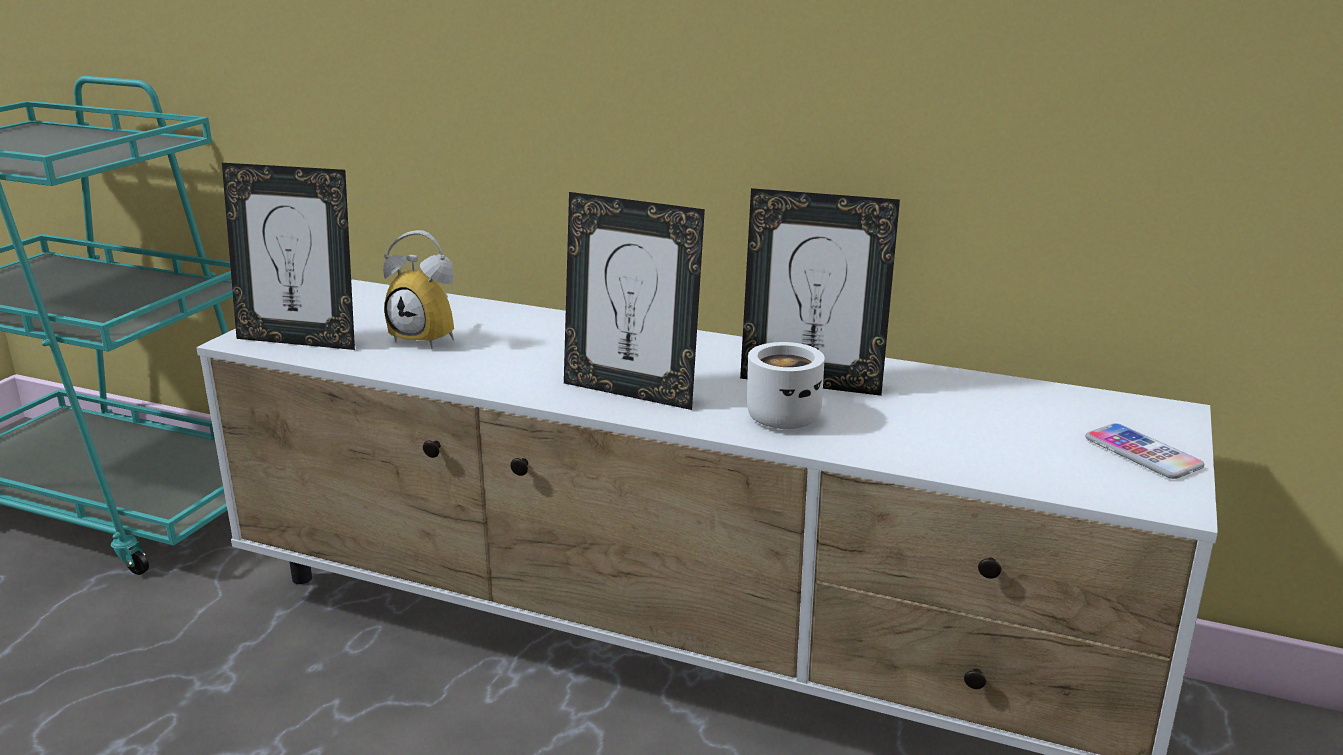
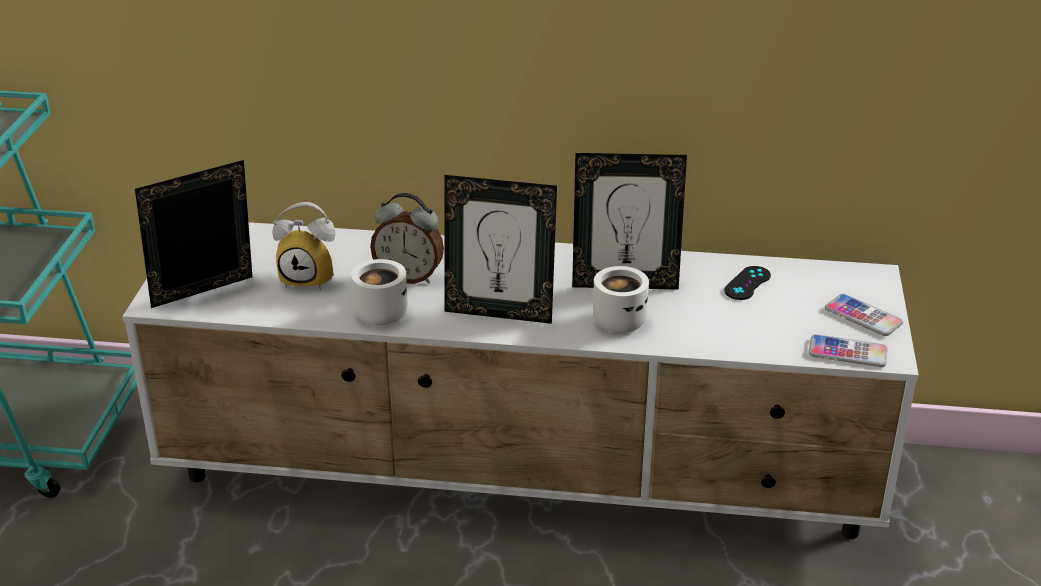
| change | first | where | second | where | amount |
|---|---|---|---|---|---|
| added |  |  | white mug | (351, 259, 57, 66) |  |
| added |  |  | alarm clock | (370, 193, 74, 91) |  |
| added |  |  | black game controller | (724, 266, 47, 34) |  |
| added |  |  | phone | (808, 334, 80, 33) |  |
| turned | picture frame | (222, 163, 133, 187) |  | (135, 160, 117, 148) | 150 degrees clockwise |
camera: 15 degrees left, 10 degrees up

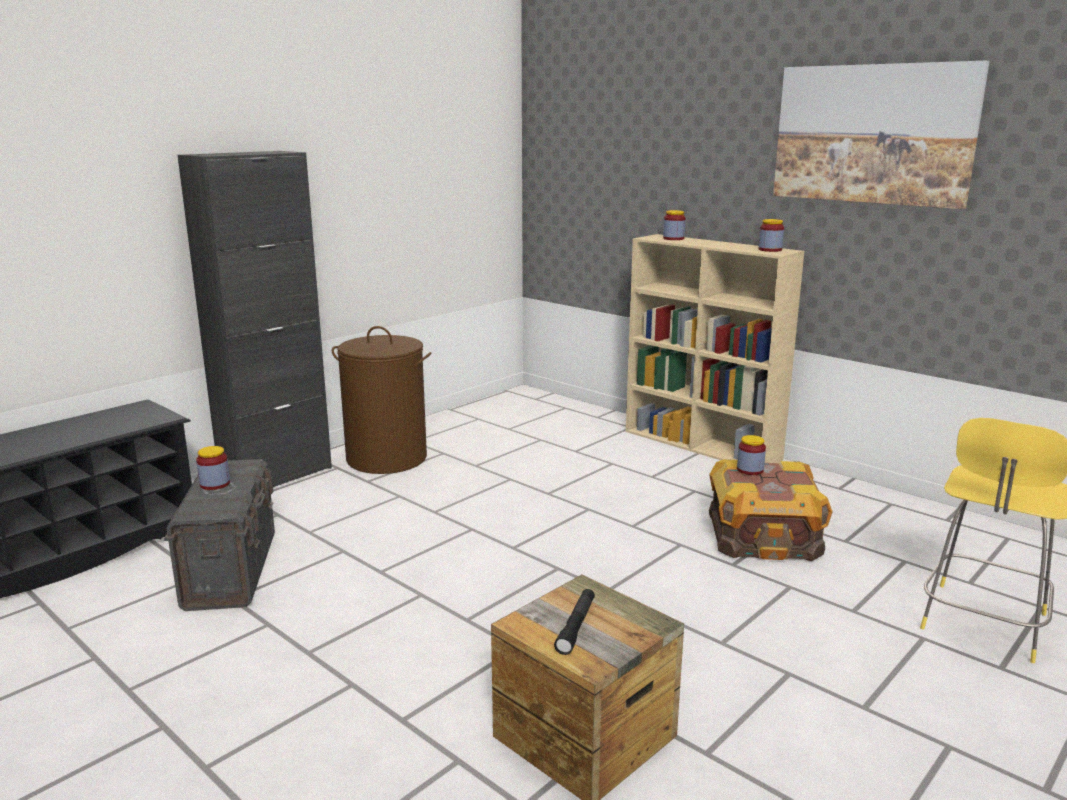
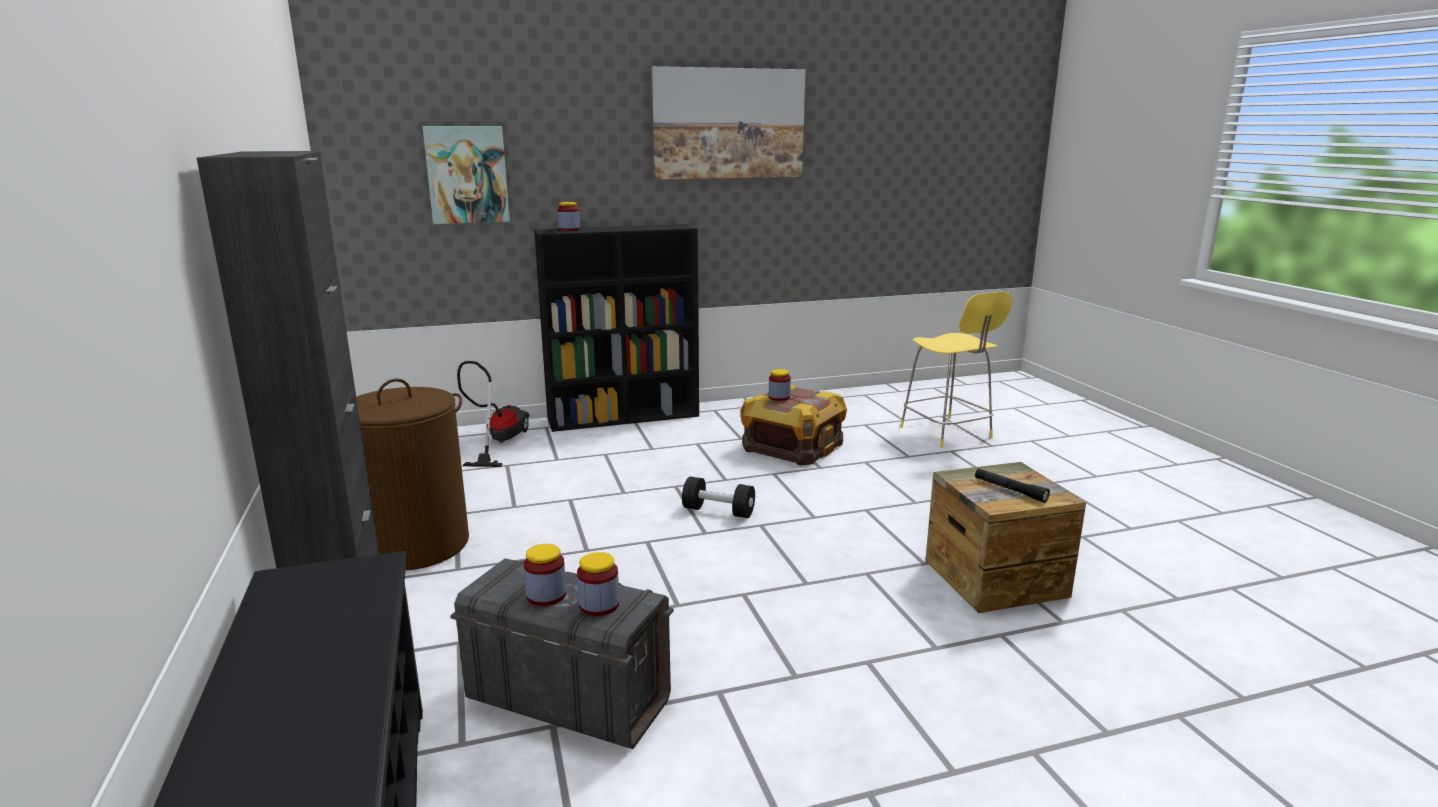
| change | first | where | second | where | amount |
|---|---|---|---|---|---|
| added |  |  | picture | (423, 126, 87, 98) |  |
| added |  |  | vacuum cleaner | (457, 361, 73, 106) |  |
| added |  |  | black dumbbell | (682, 477, 73, 41) |  |
| moved | jar | (758, 219, 26, 33) |  | (577, 552, 42, 64) |  |
| recoloured | beige bookcase | (626, 234, 178, 229) | black bookcase | (534, 224, 165, 208) |  |
camera: 60 degrees left, 0 degrees up

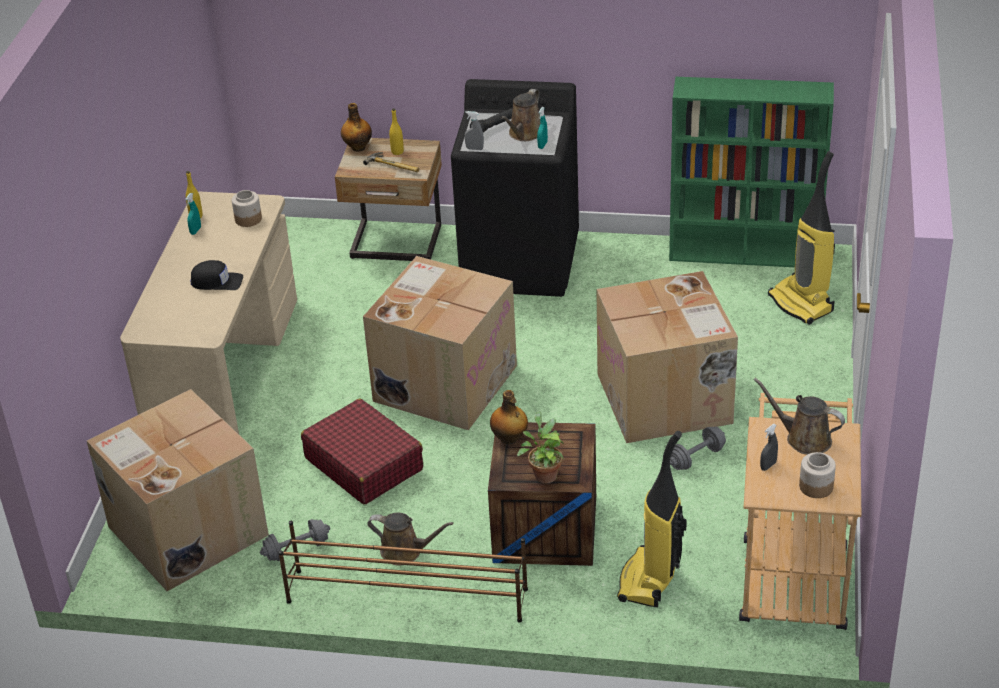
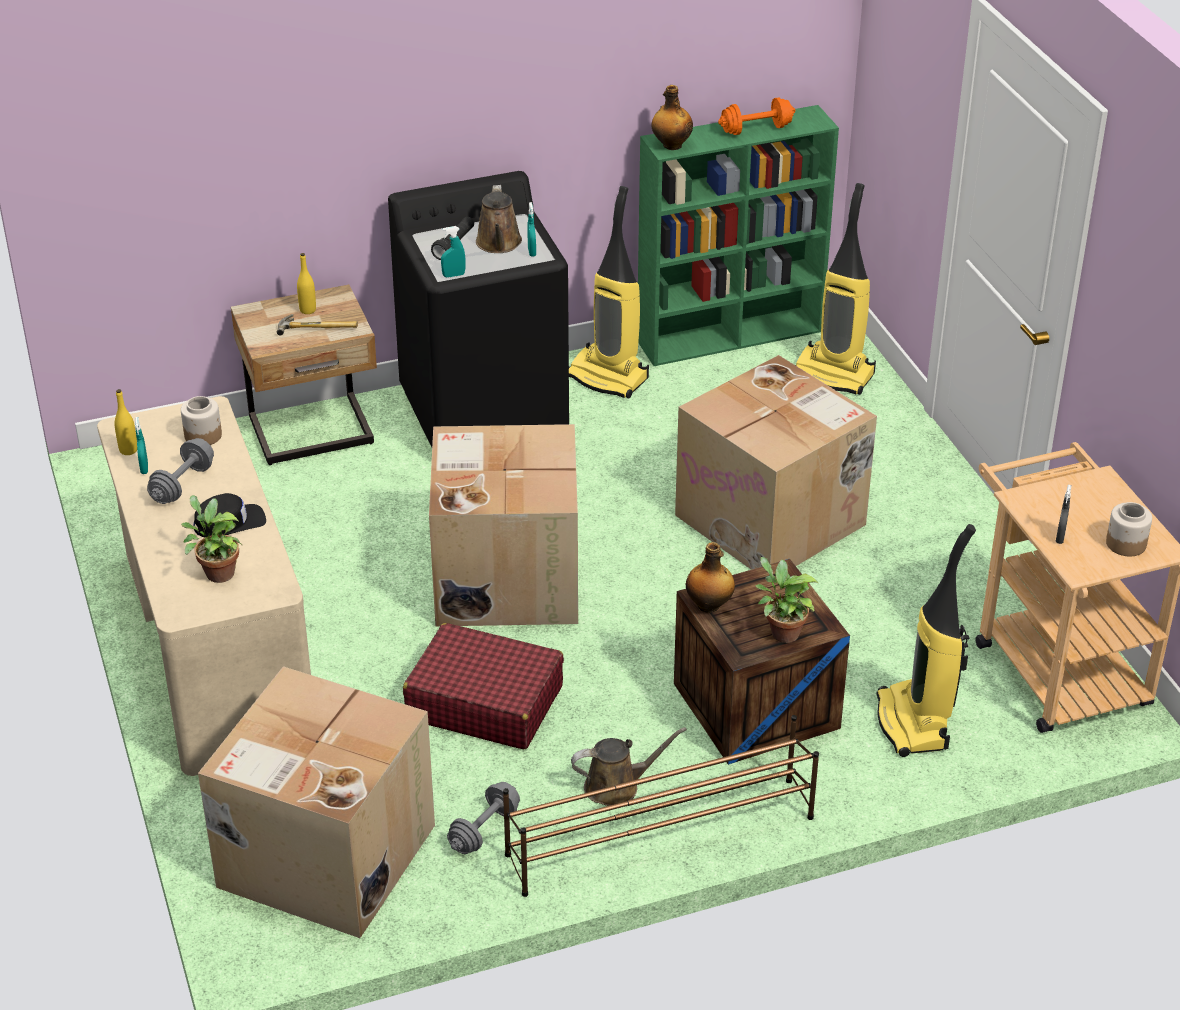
| change | first | where | second | where | amount |
|---|---|---|---|---|---|
| removed | brown watering can | (754, 378, 91, 77) |  |  |  |
| added |  |  | potted plant | (181, 495, 61, 88) |  |
| added |  |  | vacuum cleaner | (569, 186, 80, 213) |  |
| added |  |  | orange dumbbell | (718, 98, 77, 37) |  |
| moved | bottle | (341, 103, 31, 49) |  | (652, 85, 41, 65) |  |
| moved | grey dumbbell | (670, 427, 56, 43) |  | (147, 438, 67, 66) |  |
| recoloured | grey spray bottle | (465, 111, 19, 39) | turquoise spray bottle | (441, 226, 25, 51) |  |
camera: 30 degrees left, 0 degrees up

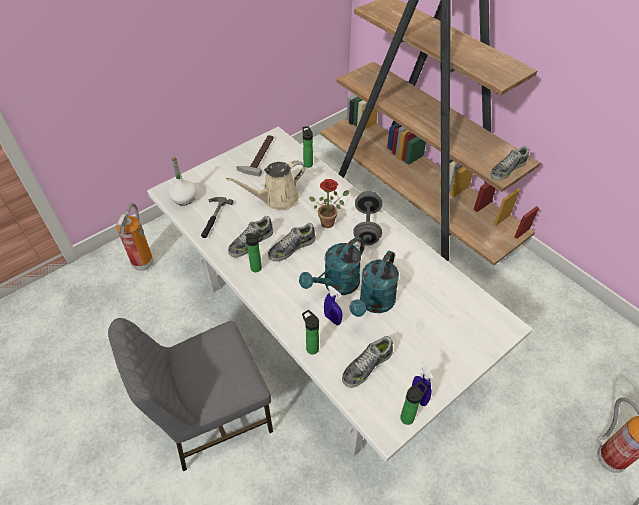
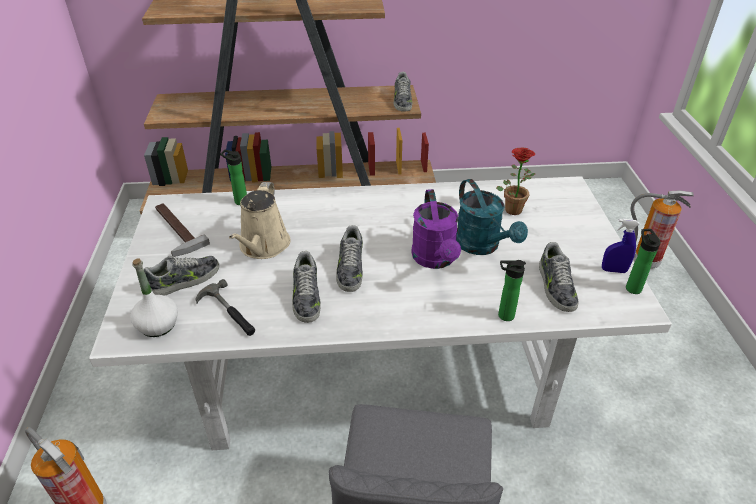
| change | first | where | second | where | amount |
|---|---|---|---|---|---|
| removed | bottle | (245, 233, 18, 39) |  |  |  |
| removed | blue spray bottle | (324, 286, 18, 39) |  |  |  |
| removed | grey dumbbell | (353, 191, 29, 54) |  |  |  |
| added |  |  | shoe | (144, 256, 75, 40) |  |
| moved | potted plant | (309, 179, 40, 49) |  | (496, 148, 39, 67) |  |
| recoloured | turquoise watering can | (299, 237, 66, 58) | purple watering can | (411, 189, 50, 80) |  |
camera: 55 degrees left, 10 degrees down

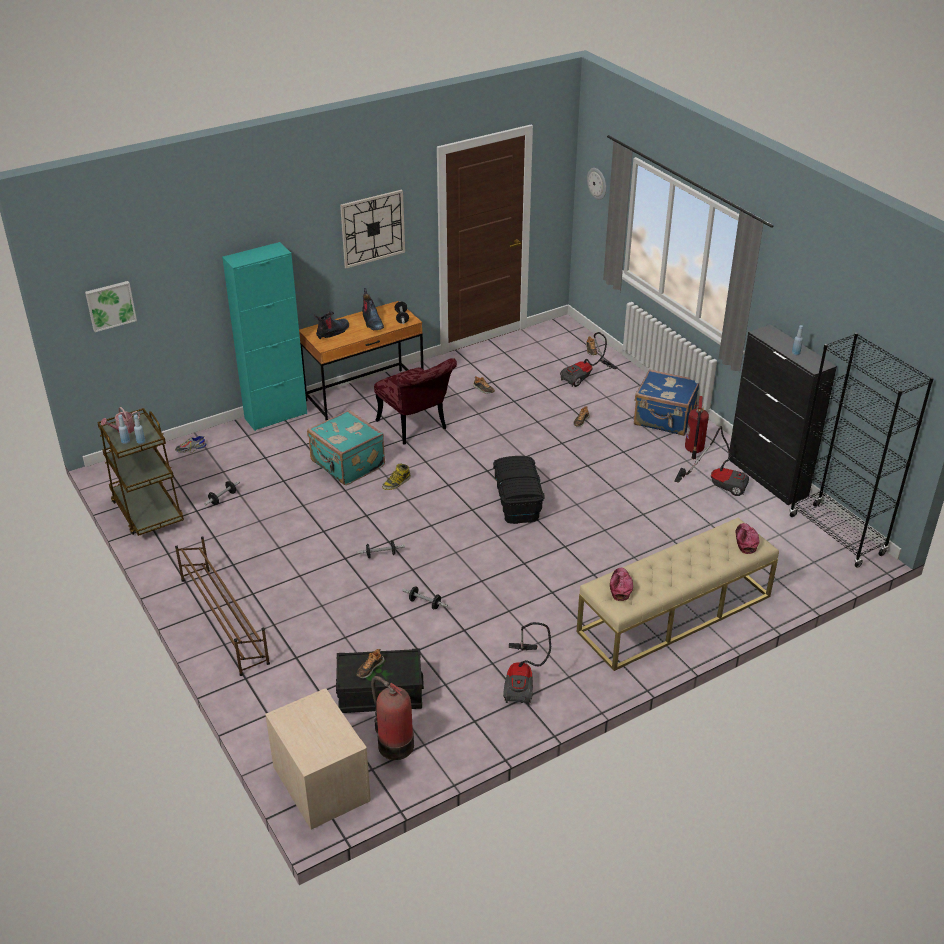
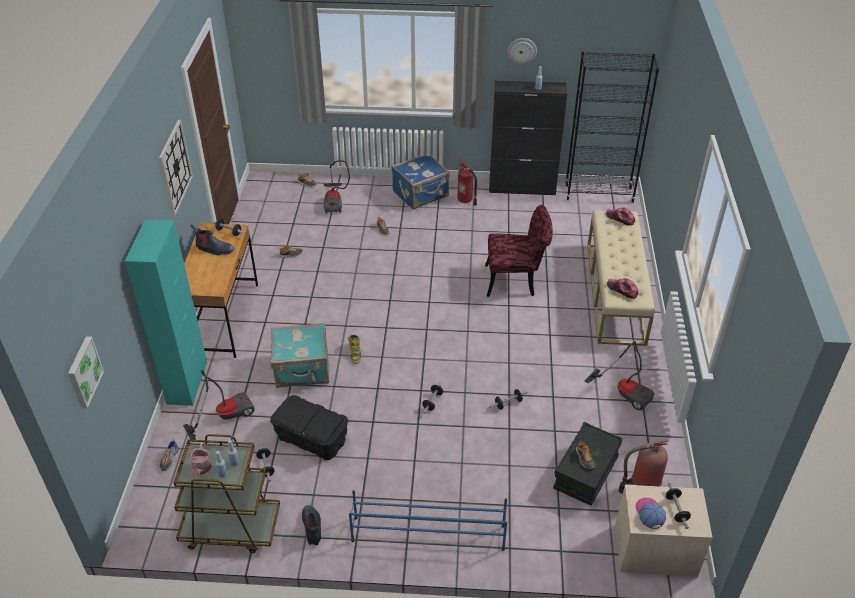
| change | first | where | second | where | amount |
|---|---|---|---|---|---|
| added |  |  | cap | (636, 498, 30, 31) |  |
| added |  |  | dumbbell | (666, 483, 25, 46) |  |
| moved | boot | (314, 311, 35, 28) |  | (302, 505, 19, 40) |  |
| moved | red chair | (374, 358, 83, 87) |  | (485, 205, 68, 92) |  |
| moved | black storage box | (493, 456, 52, 68) |  | (270, 395, 78, 65) |  |
| moved | wall clock | (587, 168, 19, 32) |  | (508, 38, 29, 27) |  |
| moved | vacuum cleaner | (674, 426, 75, 70) |  | (183, 370, 72, 70) |  |
| recoloured | brown shoe rack | (175, 536, 95, 140) | blue shoe rack | (349, 490, 158, 61) |  |
camera: 55 degrees left, 5 degrees up

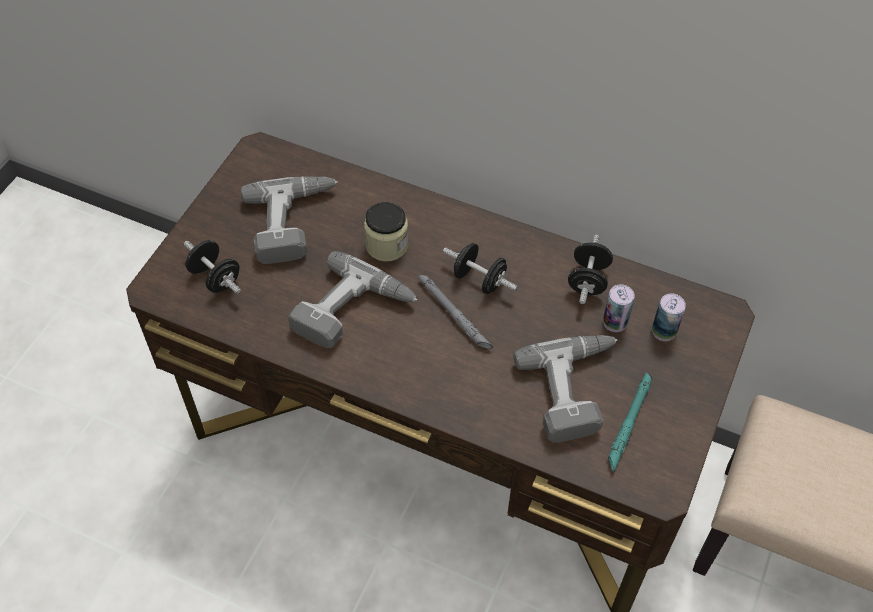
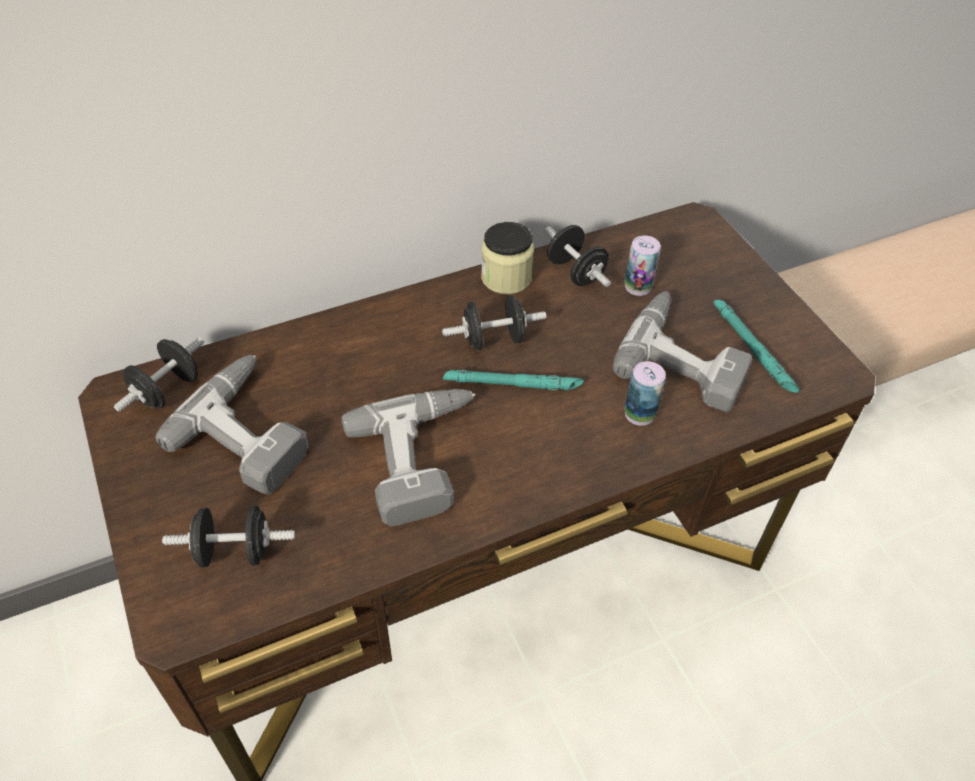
| change | first | where | second | where | amount |
|---|---|---|---|---|---|
| added |  |  | black dumbbell | (114, 337, 90, 75) |  |
| moved | jar | (364, 202, 44, 60) |  | (481, 222, 53, 72) |  |
| moved | can | (652, 293, 34, 48) |  | (625, 361, 41, 65) |  |
| recoloured | grey flashlight | (418, 274, 75, 75) | turquoise flashlight | (443, 369, 141, 21) |  |
camera: 50 degrees left, 5 degrees down

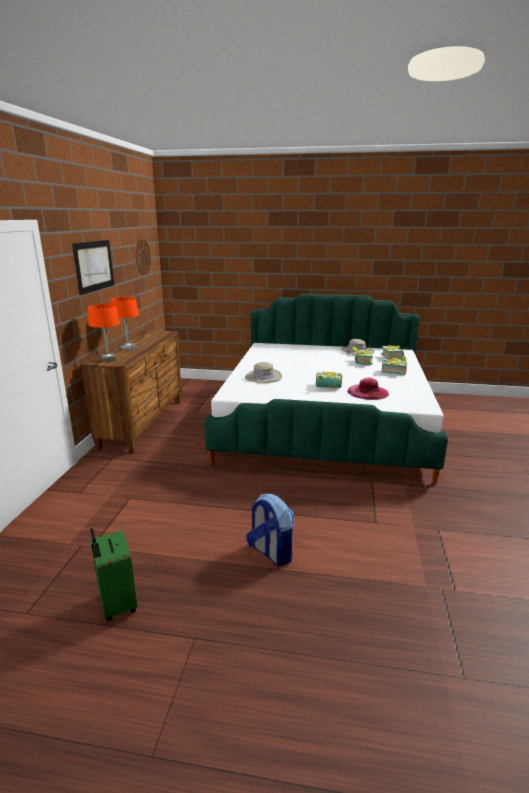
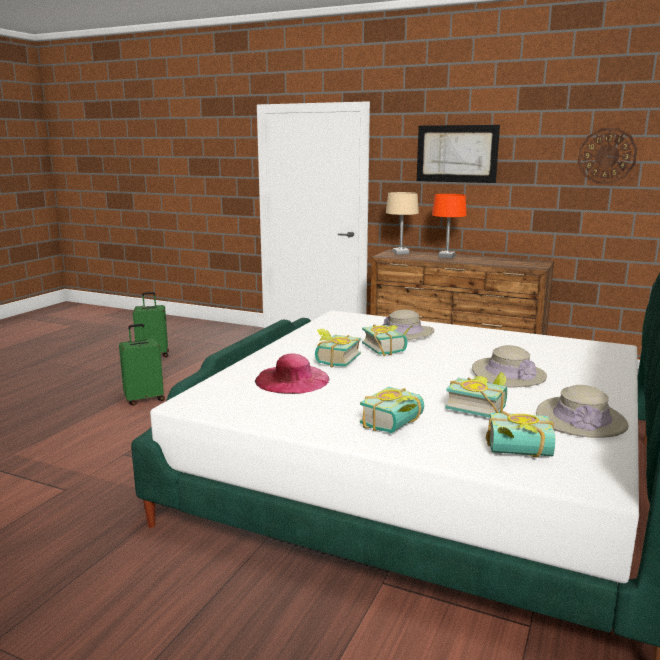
| change | first | where | second | where | amount |
|---|---|---|---|---|---|
| added |  |  | book | (362, 325, 51, 31) |  |
| added |  |  | beige hat | (472, 345, 75, 42) |  |
| replaced | backpack | (246, 494, 48, 72) | green suitcase | (119, 324, 46, 82) |  |
| recoloured | orange table lamp | (88, 304, 32, 58) | beige table lamp | (386, 192, 33, 63) |  |
camera: 105 degrees right, 5 degrees down

